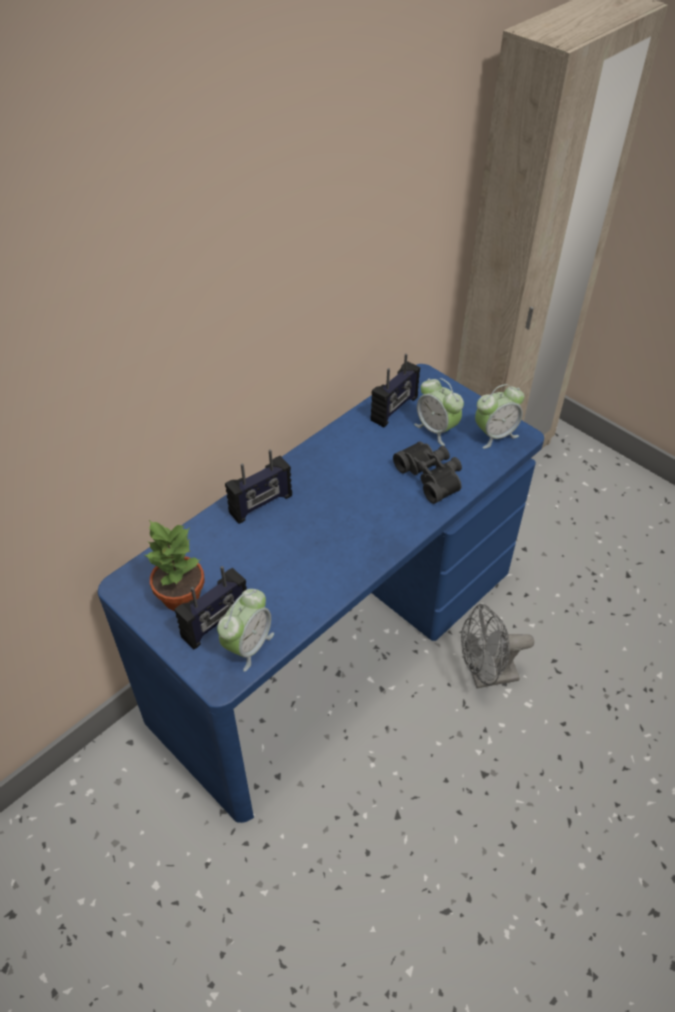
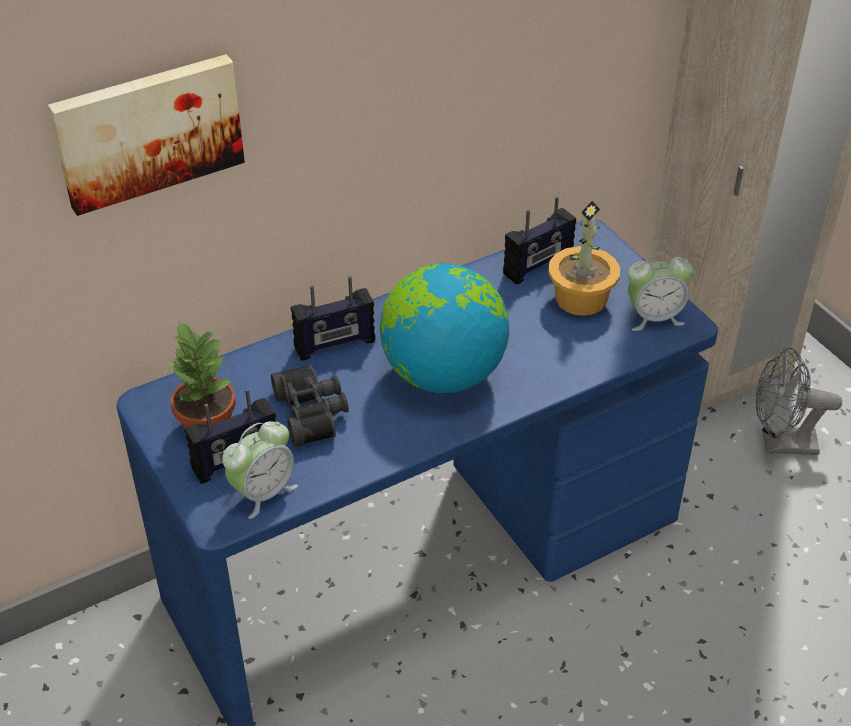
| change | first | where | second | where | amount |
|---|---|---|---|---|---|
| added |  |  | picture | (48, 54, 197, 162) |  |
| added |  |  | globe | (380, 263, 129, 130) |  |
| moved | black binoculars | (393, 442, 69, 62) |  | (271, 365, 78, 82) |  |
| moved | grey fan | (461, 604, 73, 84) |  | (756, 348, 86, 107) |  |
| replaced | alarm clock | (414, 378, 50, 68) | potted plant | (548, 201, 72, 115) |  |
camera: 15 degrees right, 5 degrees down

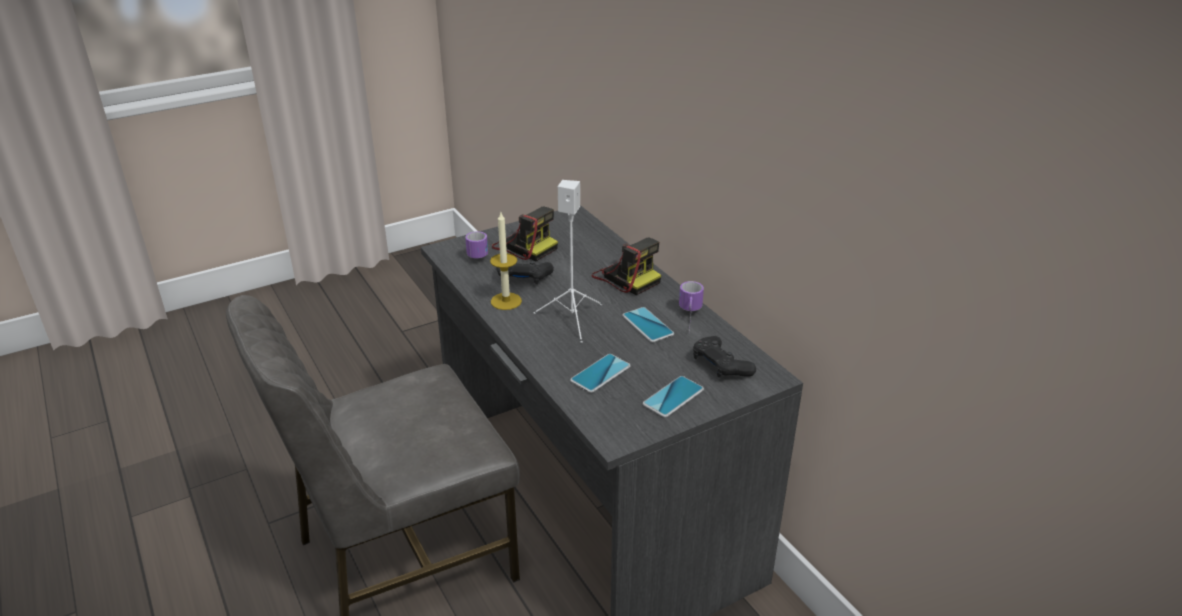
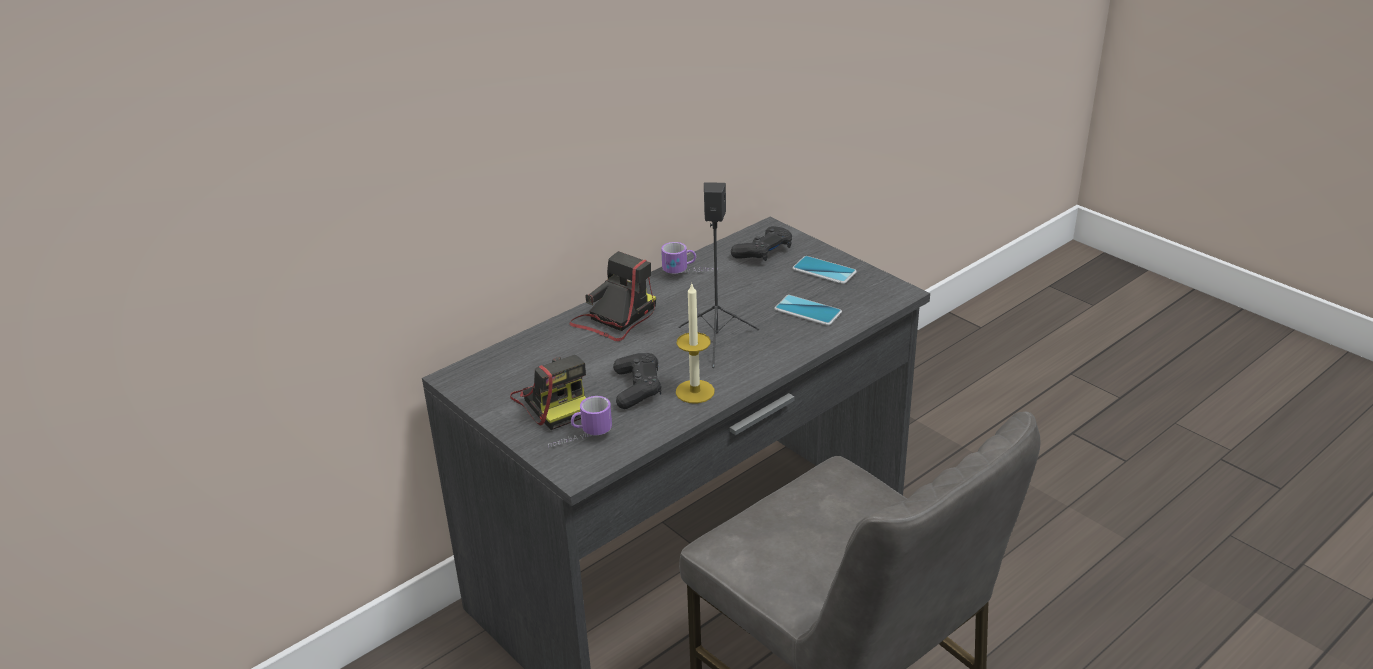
| change | first | where | second | where | amount |
|---|---|---|---|---|---|
| removed | phone | (622, 307, 52, 35) |  |  |  |
| recoloured | white speaker | (534, 180, 68, 163) | black speaker | (678, 182, 81, 186) |  |
| turned | photo camera | (492, 206, 66, 55) |  | (510, 355, 76, 75) | 120 degrees clockwise |
camera: 100 degrees left, 0 degrees up

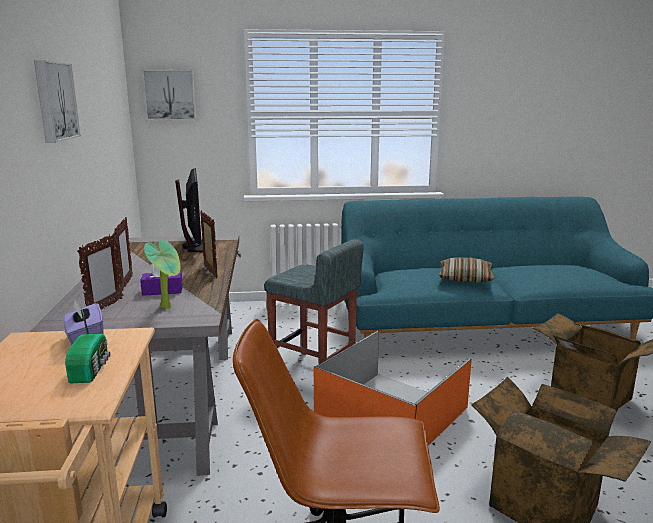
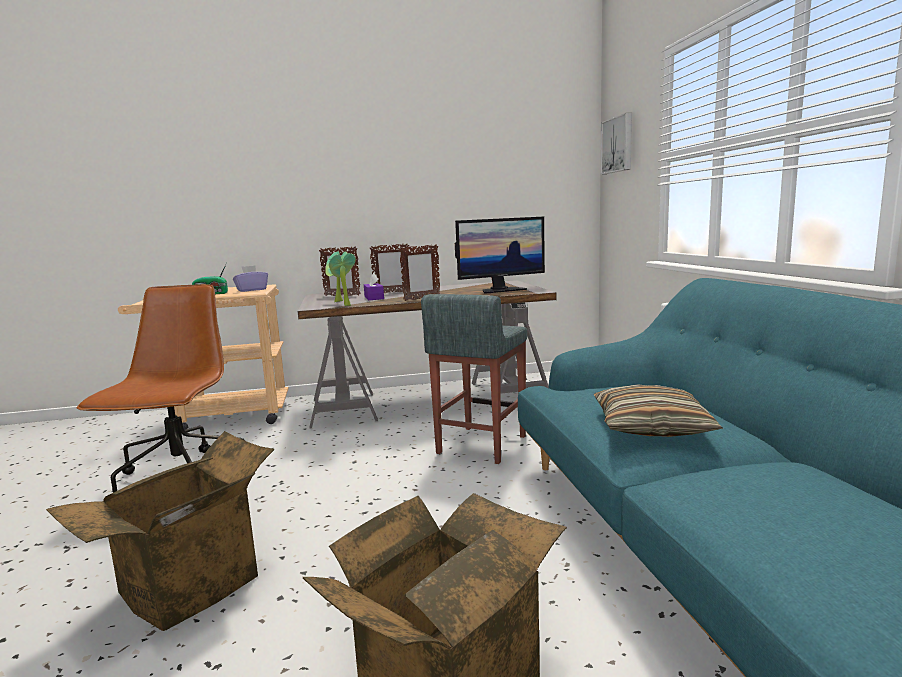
| change | first | where | second | where | amount |
|---|---|---|---|---|---|
| removed | picture | (34, 60, 47, 82) |  |  |  |
| removed | orange storage box | (314, 331, 158, 115) |  |  |  |
| added |  |  | potted plant | (329, 253, 27, 53) |  |
camera: 85 degrees right, 5 degrees down

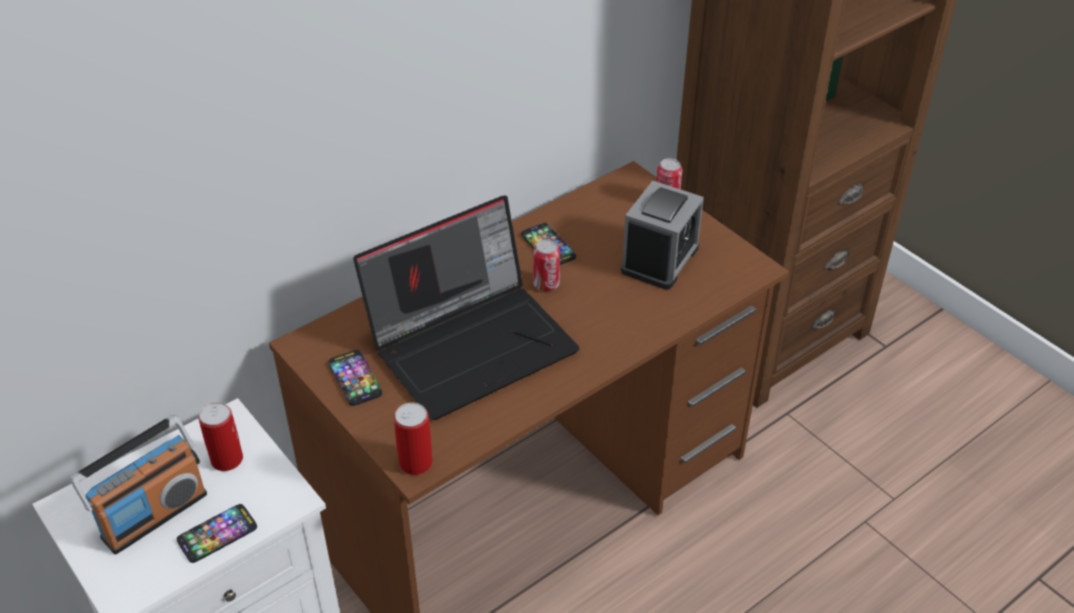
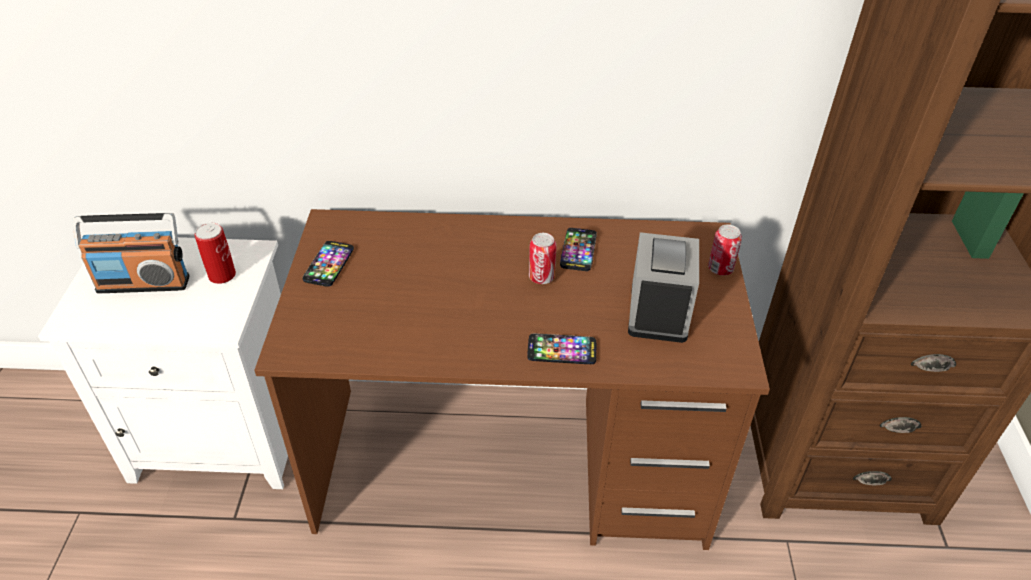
| change | first | where | second | where | amount |
|---|---|---|---|---|---|
| removed | laptop | (353, 196, 227, 224) |  |  |  |
| removed | can | (394, 402, 39, 73) |  |  |  |
| moved | phone | (177, 504, 80, 59) |  | (527, 334, 69, 30) |  |
| turned | alarm clock | (621, 180, 83, 109) |  | (628, 232, 71, 111) | 120 degrees clockwise |
camera: 40 degrees right, 0 degrees up

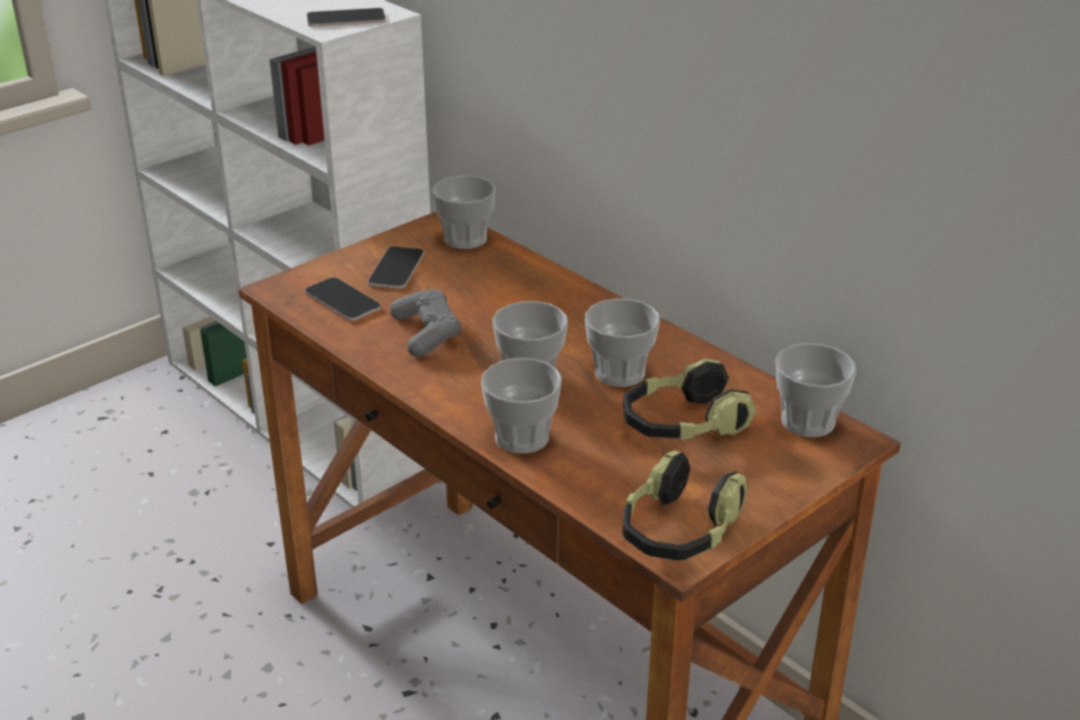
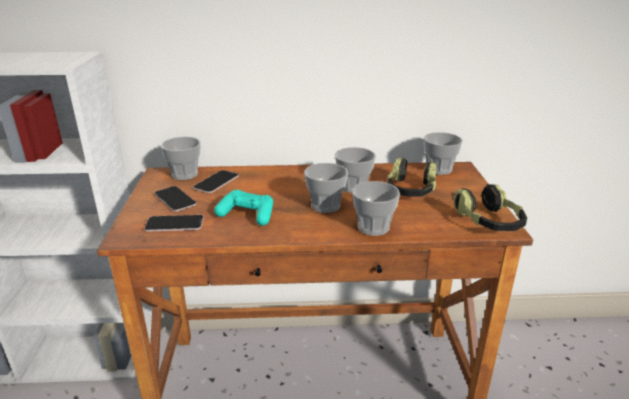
| change | first | where | second | where | amount |
|---|---|---|---|---|---|
| moved | phone | (307, 8, 79, 19) |  | (193, 170, 46, 23) |  |
| recoloured | grey game controller | (390, 289, 71, 68) | turquoise game controller | (214, 190, 59, 36) |  |
camera: 50 degrees left, 5 degrees down

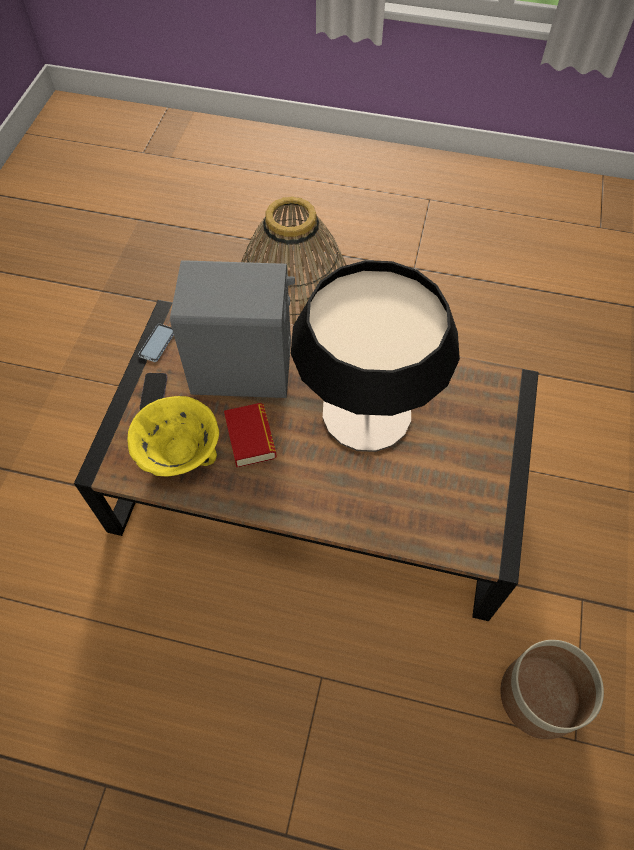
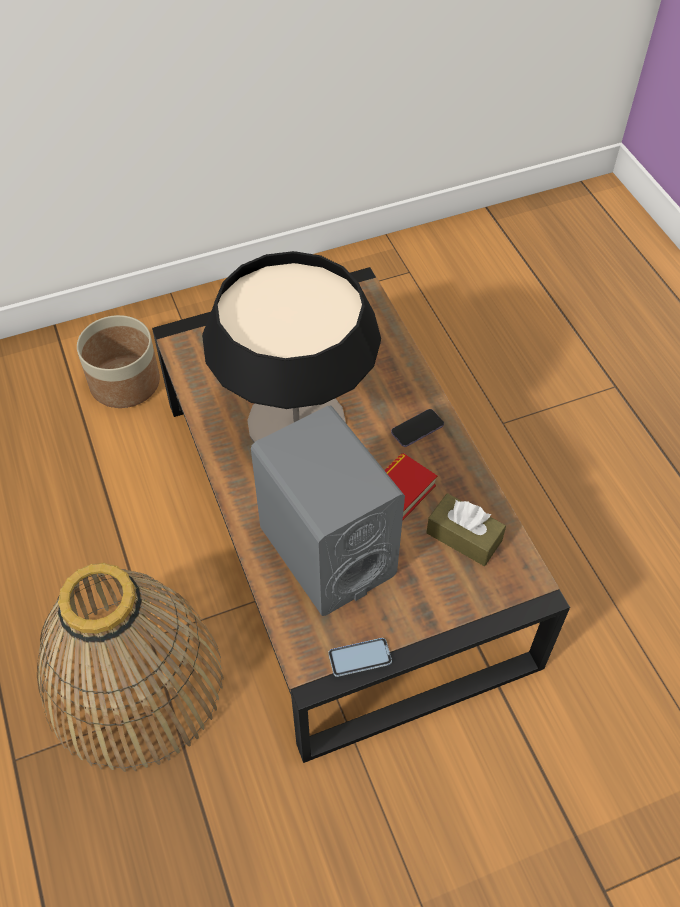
| change | first | where | second | where | amount |
|---|---|---|---|---|---|
| moved | phone | (139, 373, 28, 38) |  | (391, 409, 53, 38) |  |
| moved | planter | (500, 640, 104, 99) |  | (77, 315, 83, 93) |  |
| replaced | yellow bowl | (128, 396, 91, 81) | brown tissue box | (426, 493, 80, 73) |  |
camera: 125 degrees left, 5 degrees down

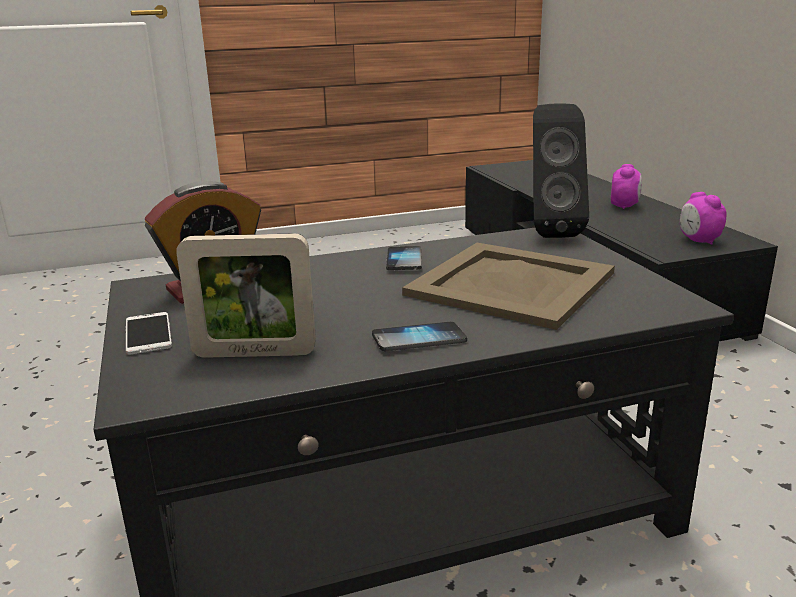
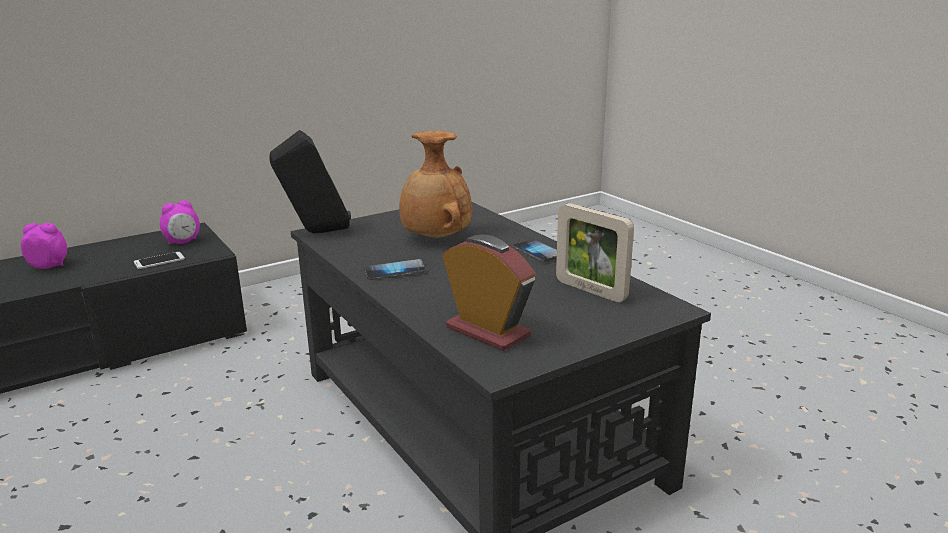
| change | first | where | second | where | amount |
|---|---|---|---|---|---|
| moved | phone | (126, 312, 46, 43) |  | (134, 252, 51, 17) |  |
| replaced | beige tray | (402, 243, 213, 87) | brown vase | (399, 131, 73, 107) |  |
| turned | picture frame | (176, 233, 140, 125) |  | (556, 203, 78, 99) | 150 degrees clockwise |
camera: 105 degrees left, 0 degrees up

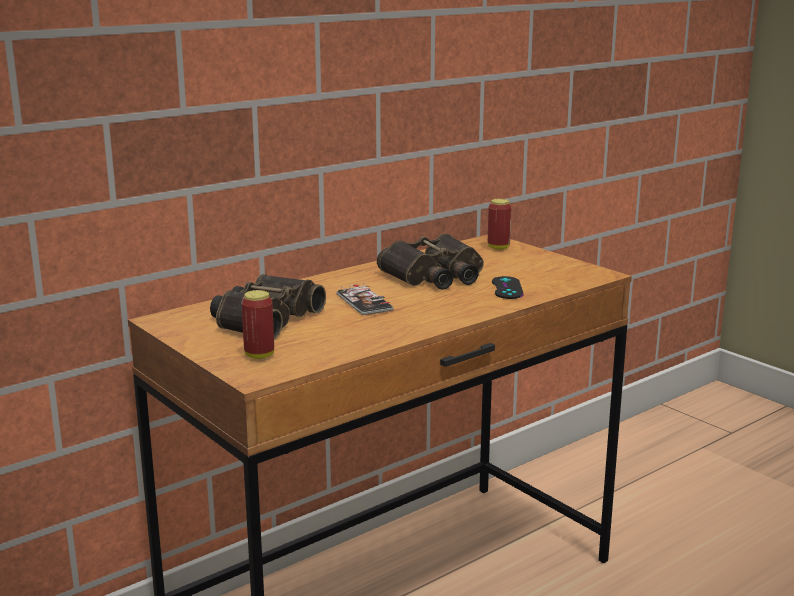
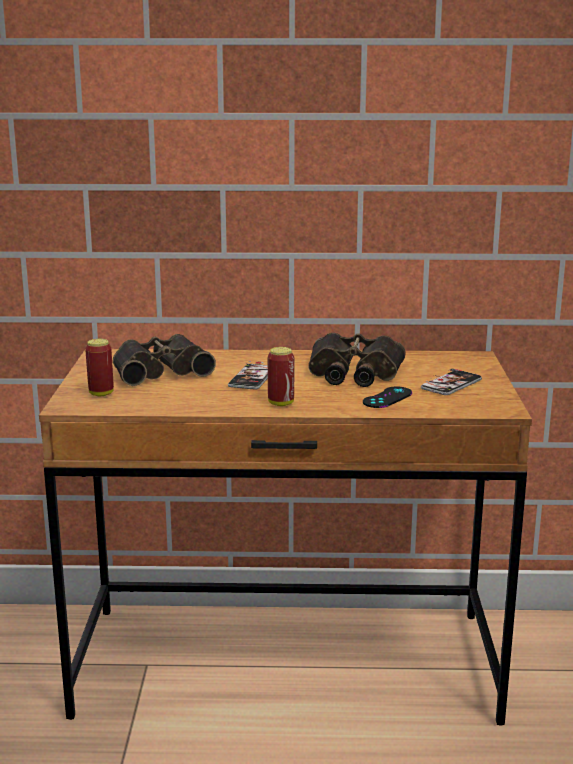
| change | first | where | second | where | amount |
|---|---|---|---|---|---|
| added |  |  | phone | (421, 369, 61, 26) |  |
| moved | can | (488, 199, 24, 51) |  | (268, 347, 26, 59) |  |
camera: 40 degrees right, 0 degrees up

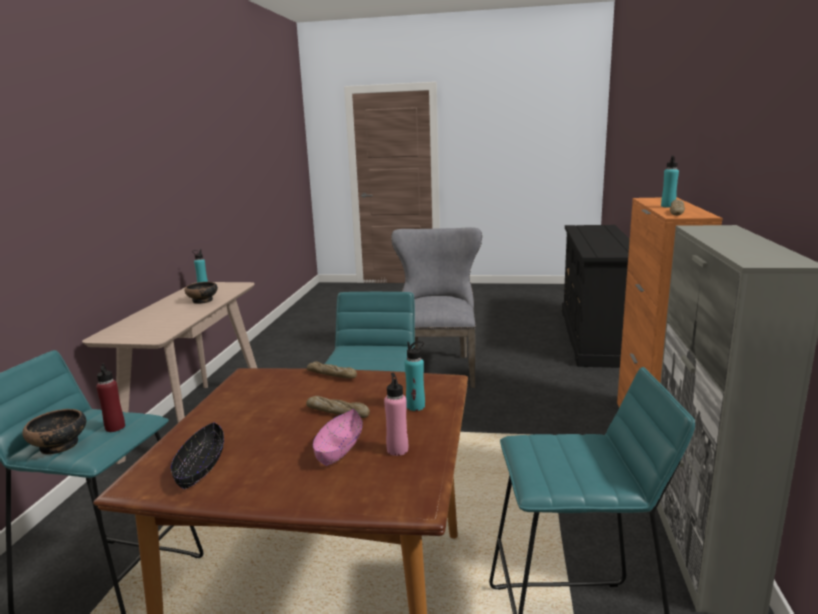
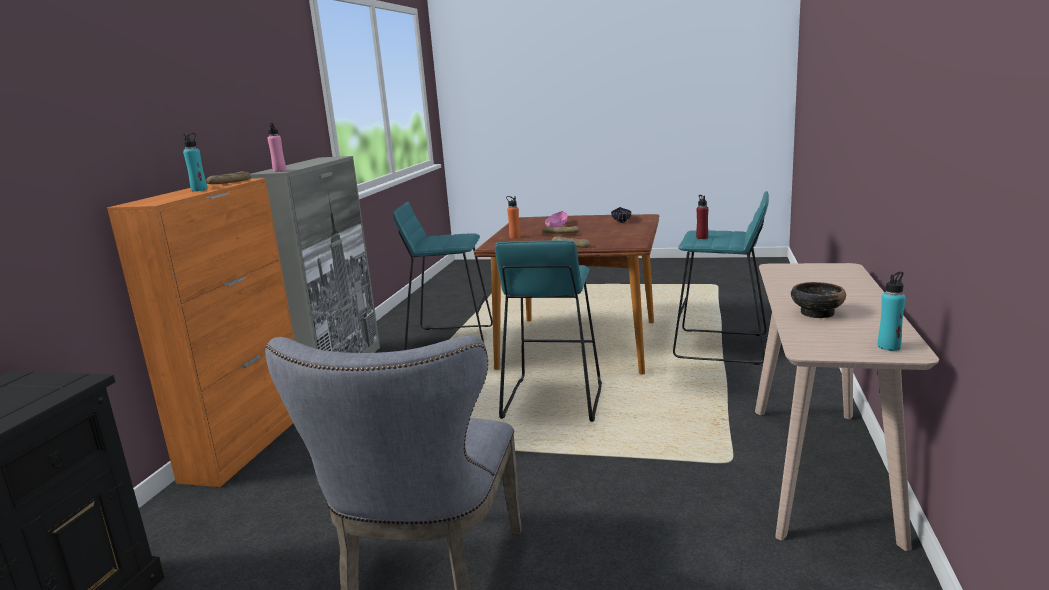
| change | first | where | second | where | amount |
|---|---|---|---|---|---|
| removed | bowl | (23, 409, 63, 46) |  |  |  |
| moved | pink bottle | (384, 373, 24, 83) |  | (268, 123, 18, 49) |  |
| recoloured | turquoise bottle | (405, 341, 20, 70) | orange bottle | (506, 196, 15, 43) |  |
camera: 175 degrees left, 0 degrees up

